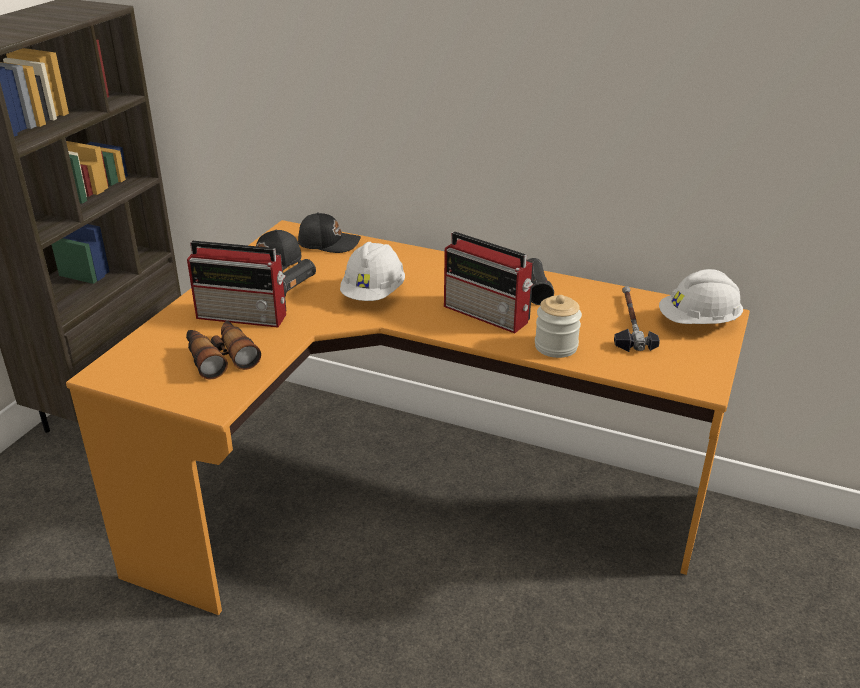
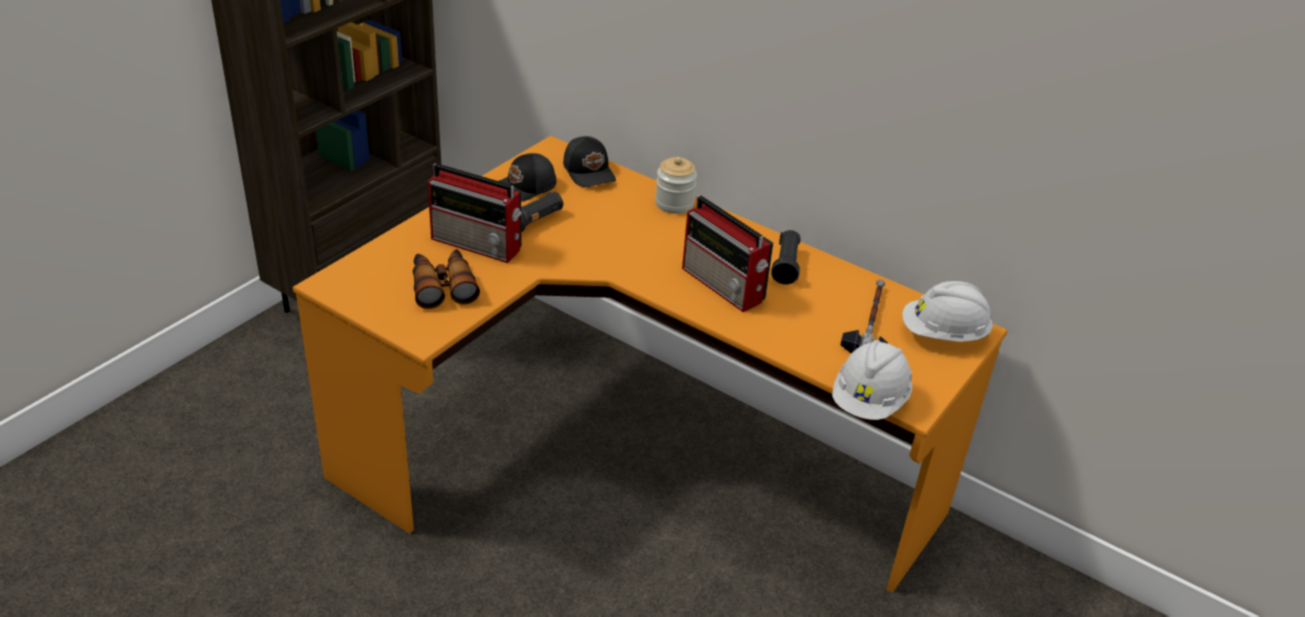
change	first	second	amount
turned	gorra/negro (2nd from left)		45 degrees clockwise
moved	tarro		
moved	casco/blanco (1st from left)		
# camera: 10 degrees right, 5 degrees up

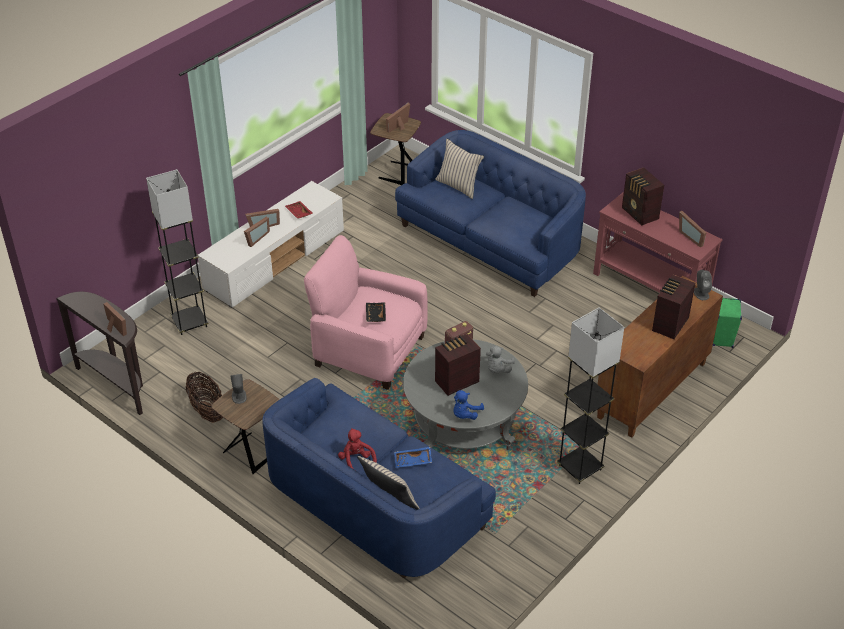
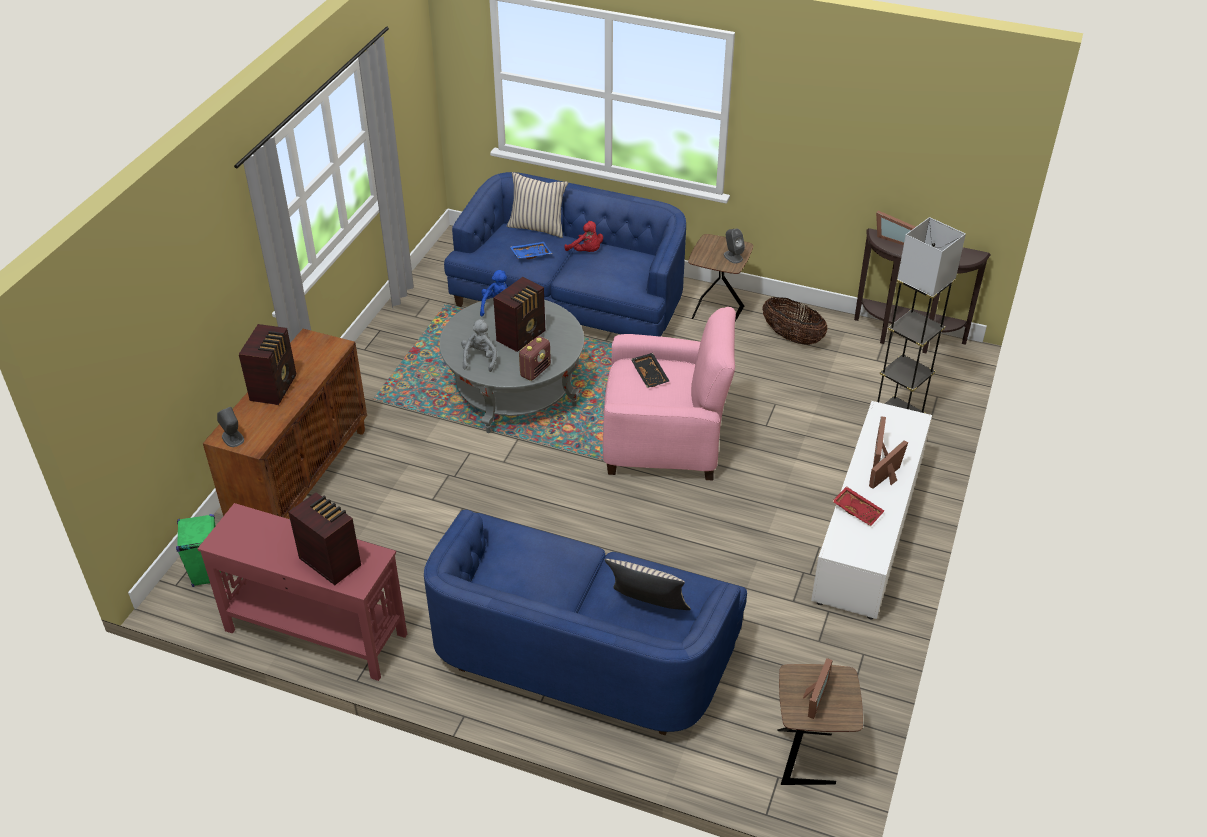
change	first	second	amount
removed	lámpara de pie/gris (2nd from left)		
removed	portarretratos (5th from left)		
# camera: 160 degrees right, 0 degrees up

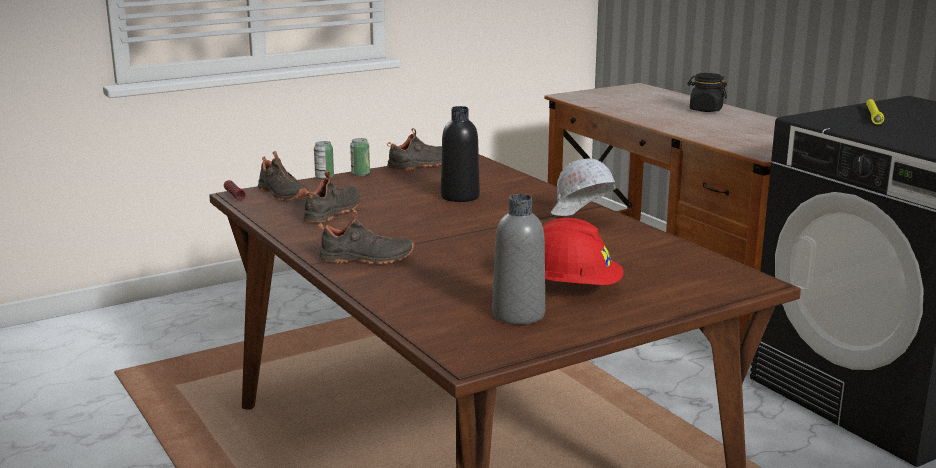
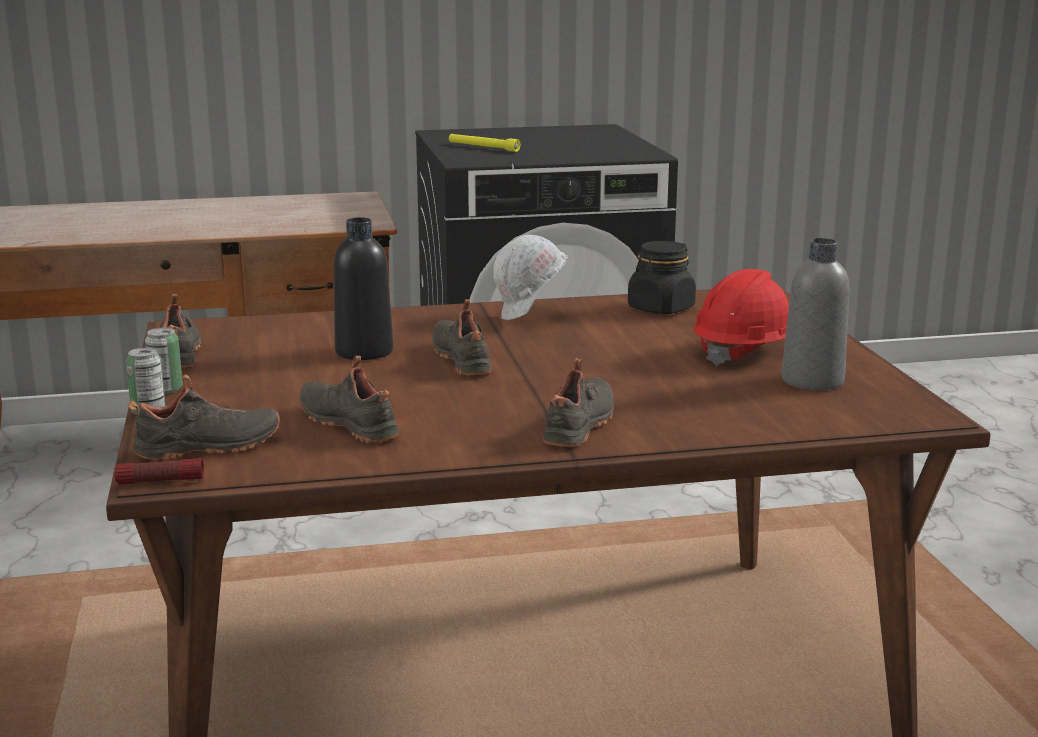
change	first	second	amount
added		zapato/negro (4th from left)	
moved	tarro/negro		
# camera: 70 degrees left, 0 degrees up

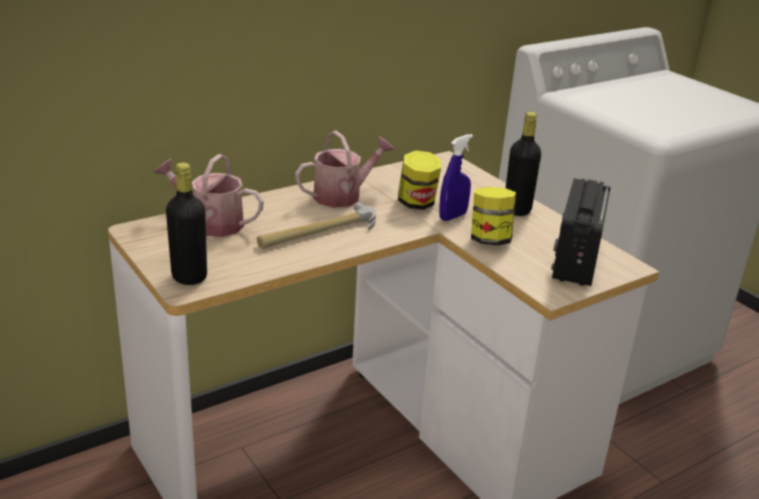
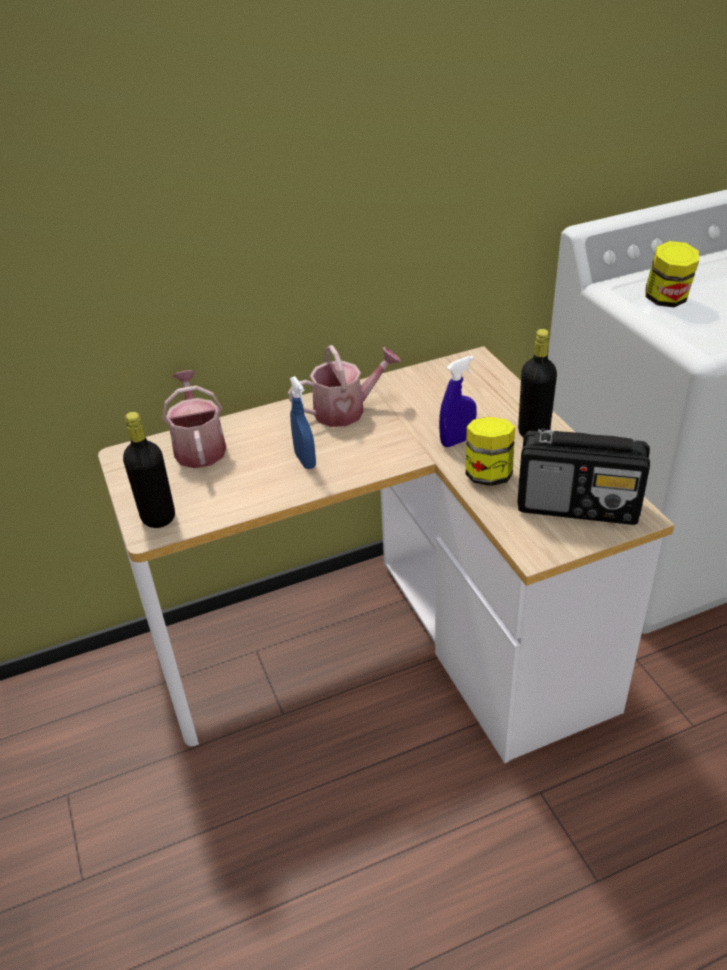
change	first	second	amount
turned	regadera (1st from left)		45 degrees clockwise
replaced	martillo	pulverizador/azul (1st from left)	
turned	radio		105 degrees counterclockwise
moved	tarro (1st from left in the first image)	tarro (2nd from left)	
# camera: 15 degrees right, 10 degrees up

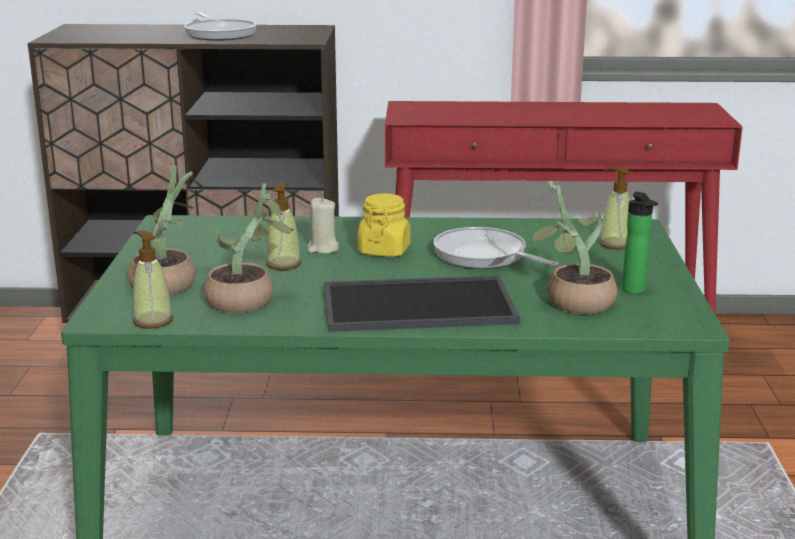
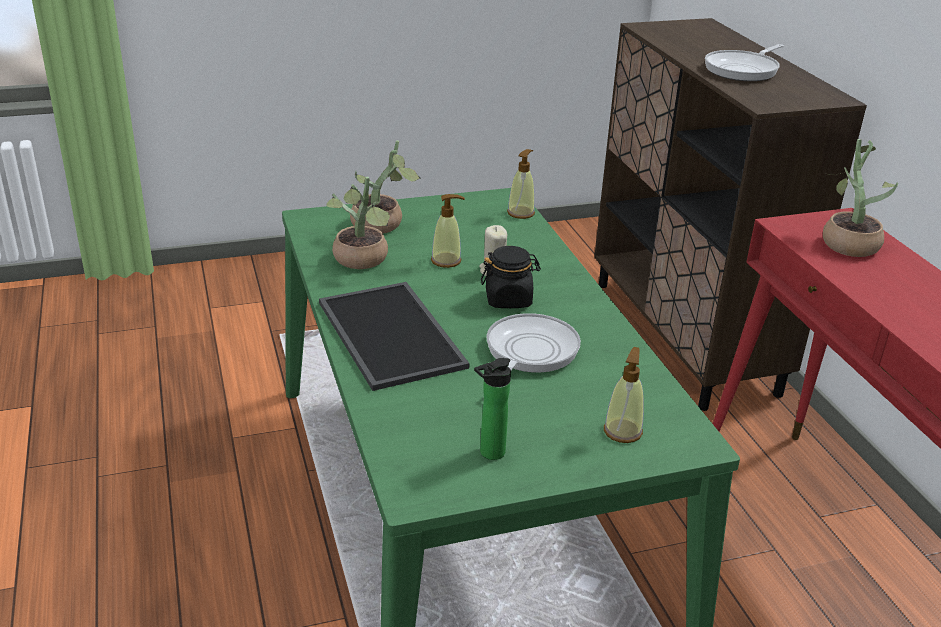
change	first	second	amount
recoloured	tarro/amarillo	tarro/negro	
moved	dispensador de jabón (1st from left in the first image)	dispensador de jabón (2nd from left)	
moved	planta en maceta (3rd from left)		
# camera: 70 degrees right, 10 degrees up

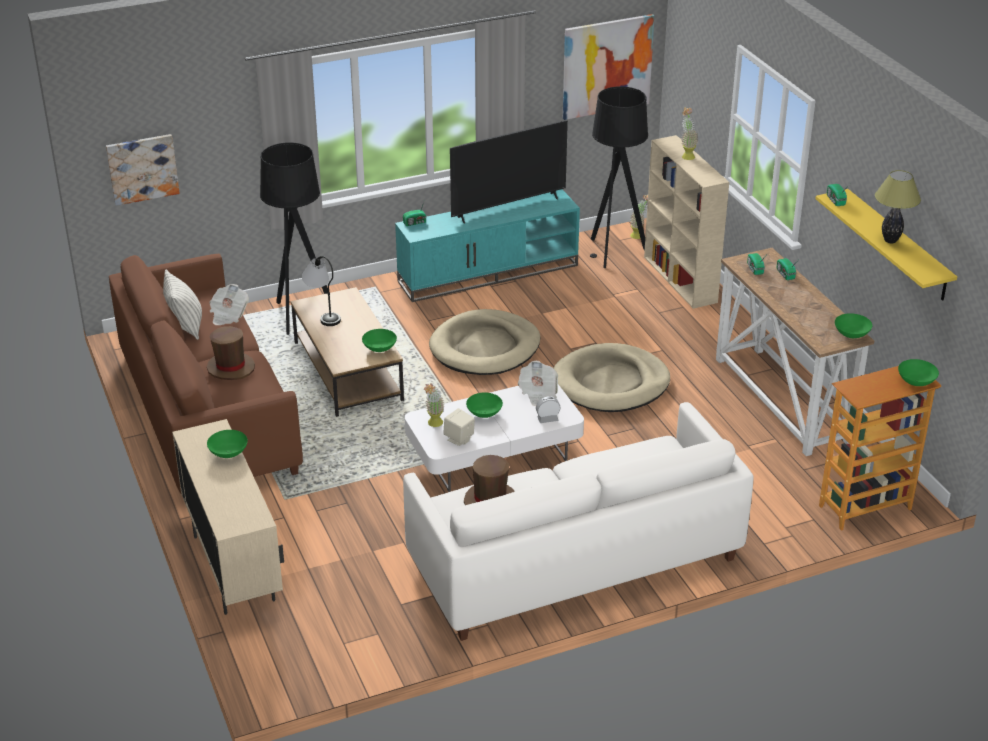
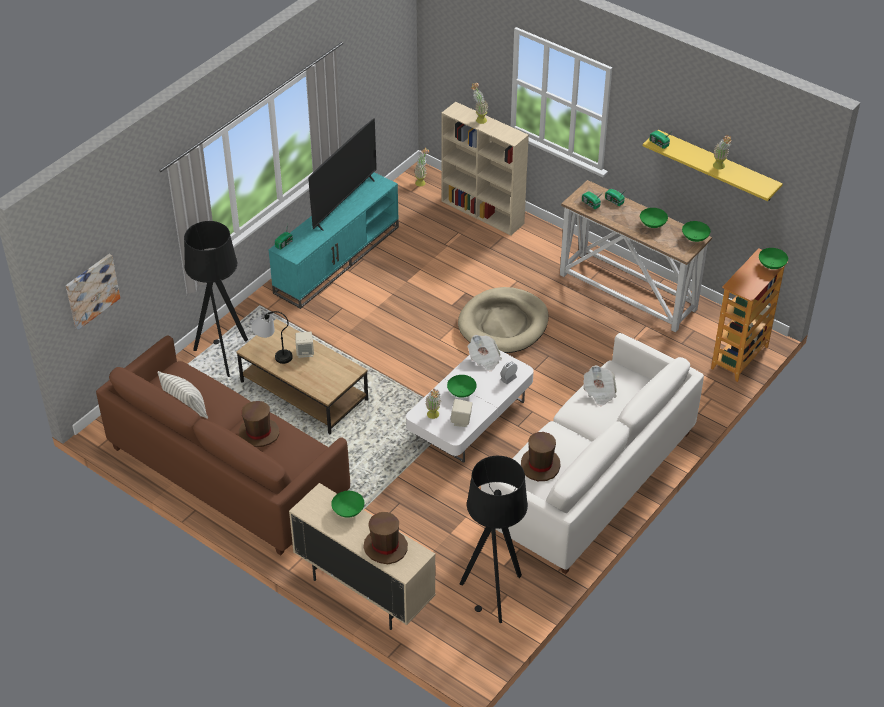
change	first	second	amount
added		altavoz/beis (1st from left)	
added		sombrero/marrón (2nd from left)	
moved	lámpara de pie/negro (2nd from left)		
moved	periódico (1st from left in the first image)	periódico (2nd from left)	
moved	cuenco/verde (2nd from left in the first image)	cuenco/verde (3rd from left)	
replaced	lámpara de mesa (2nd from left)	planta en maceta (4th from left)	
removed	cama para perro/beis (1st from left)		
removed	cuadro (2nd from left)		
# camera: 30 degrees left, 10 degrees up

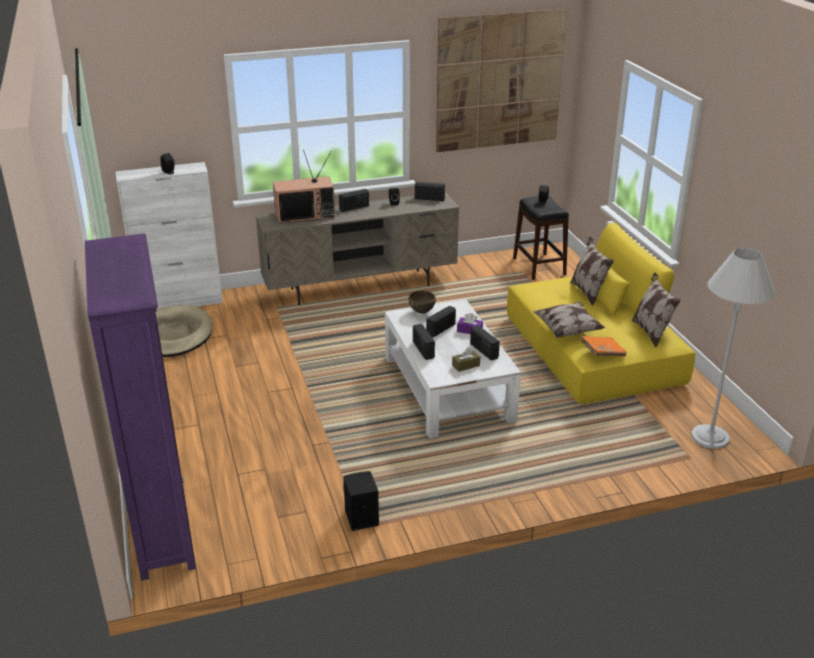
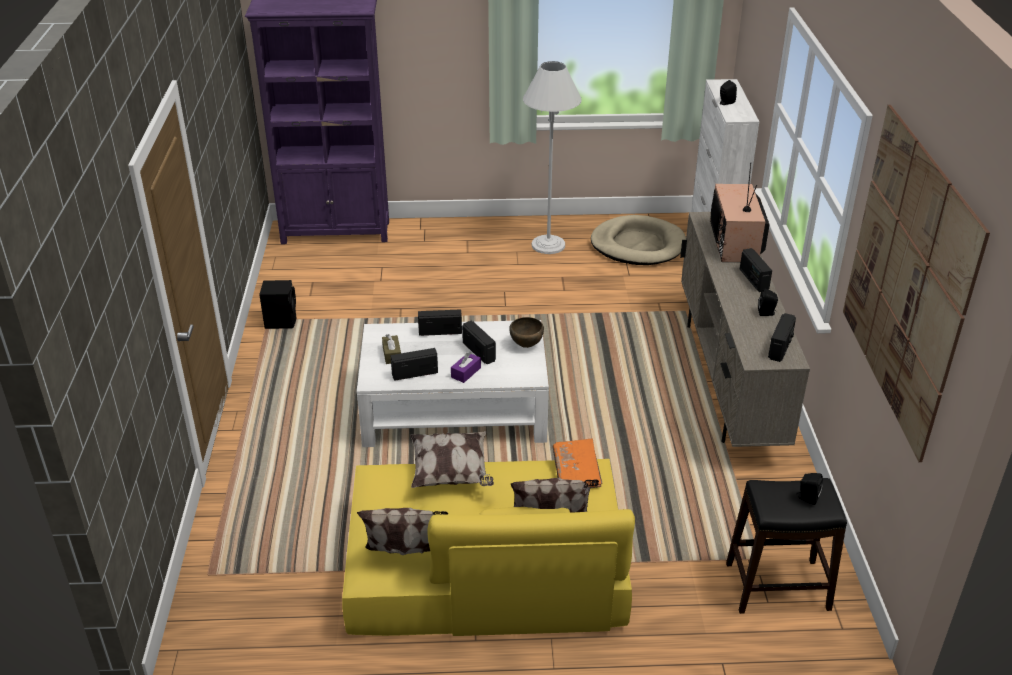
change	first	second	amount
moved	lámpara de pie/blanco		
moved	libro/naranja		
# camera: 105 degrees right, 5 degrees up

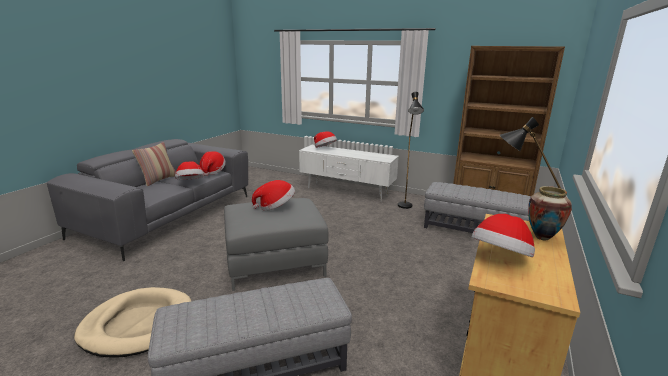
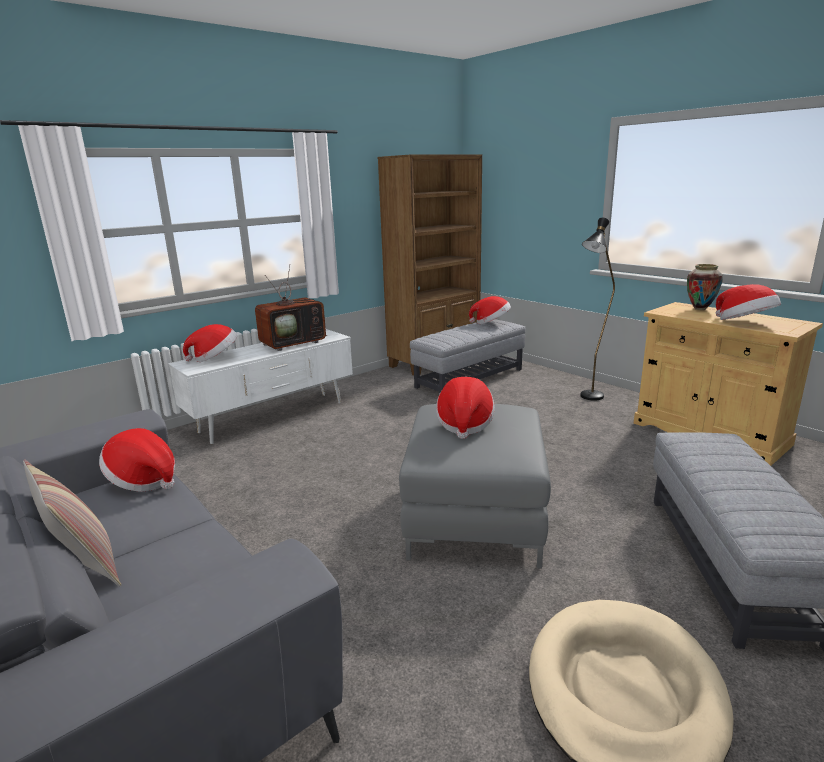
change	first	second	amount
added		televisor	
moved	sombrero (1st from left in the first image)	sombrero (4th from left)	
removed	lámpara de pie/negro (1st from left)		
# camera: 65 degrees left, 0 degrees up

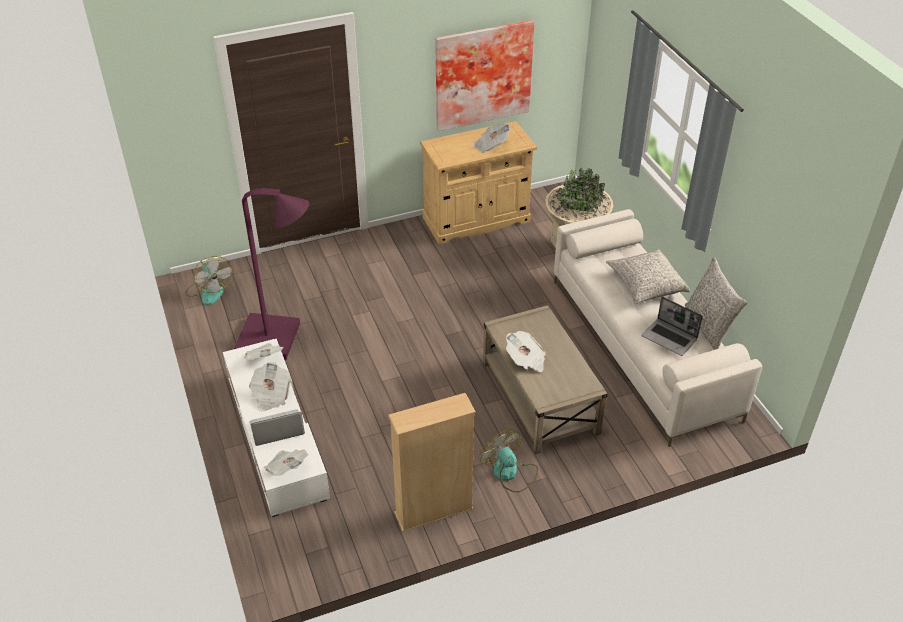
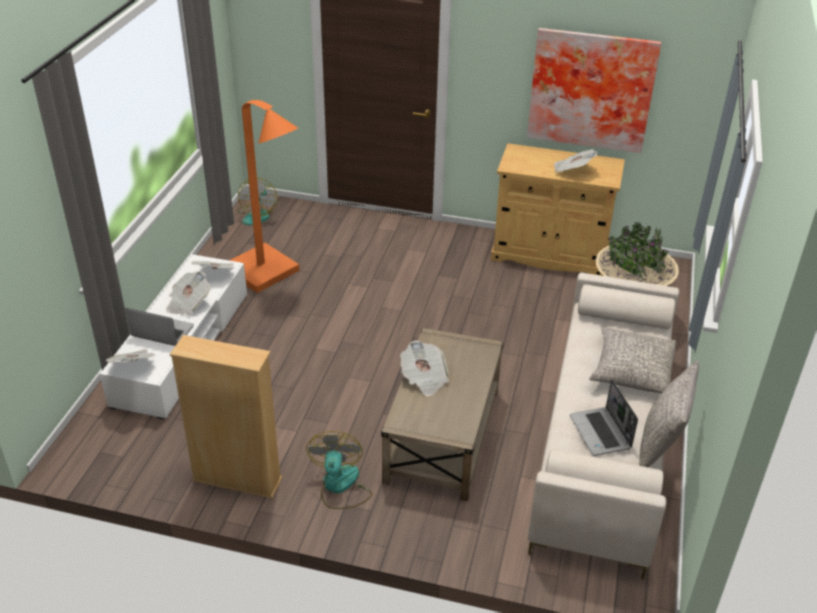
change	first	second	amount
recoloured	lámpara de pie/morado	lámpara de pie/naranja	
# camera: 35 degrees right, 5 degrees down

